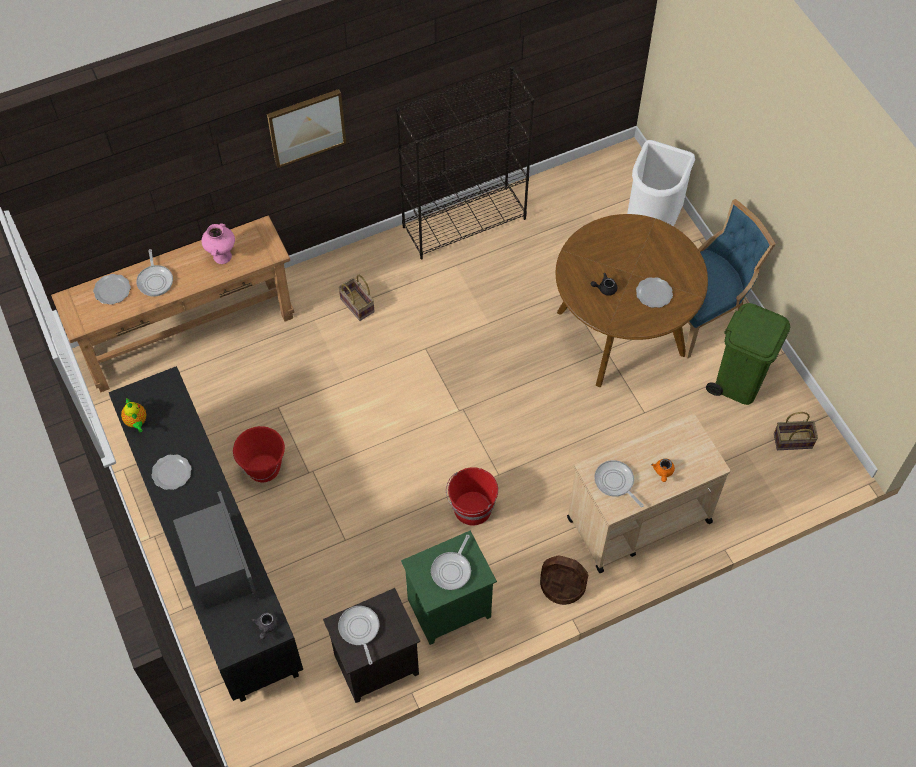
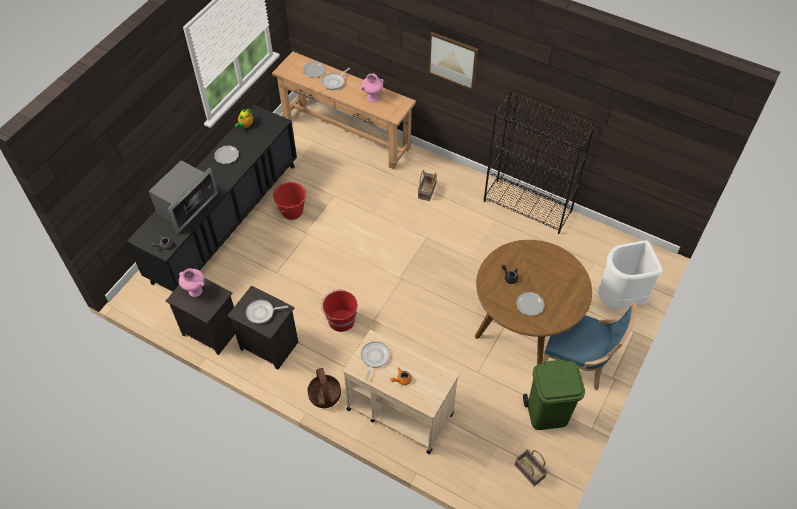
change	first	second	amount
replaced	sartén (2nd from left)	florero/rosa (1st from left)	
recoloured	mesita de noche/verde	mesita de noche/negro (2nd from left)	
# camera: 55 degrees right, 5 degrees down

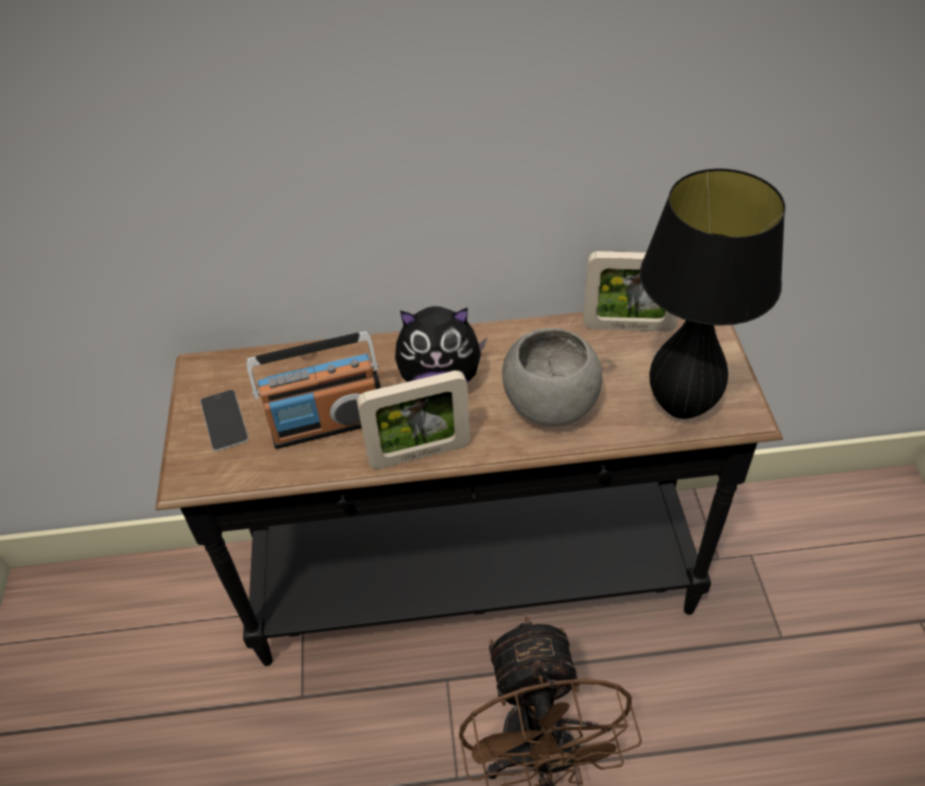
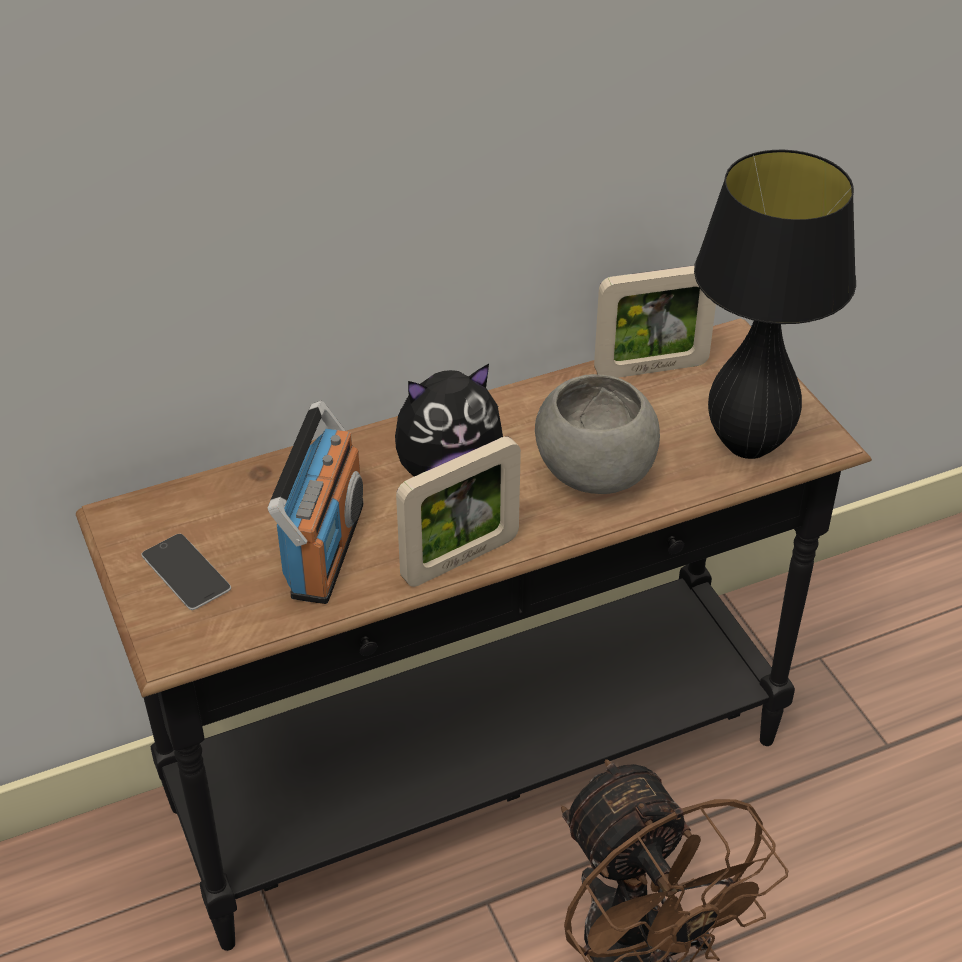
change	first	second	amount
turned	radio		45 degrees counterclockwise
# camera: 20 degrees left, 5 degrees down

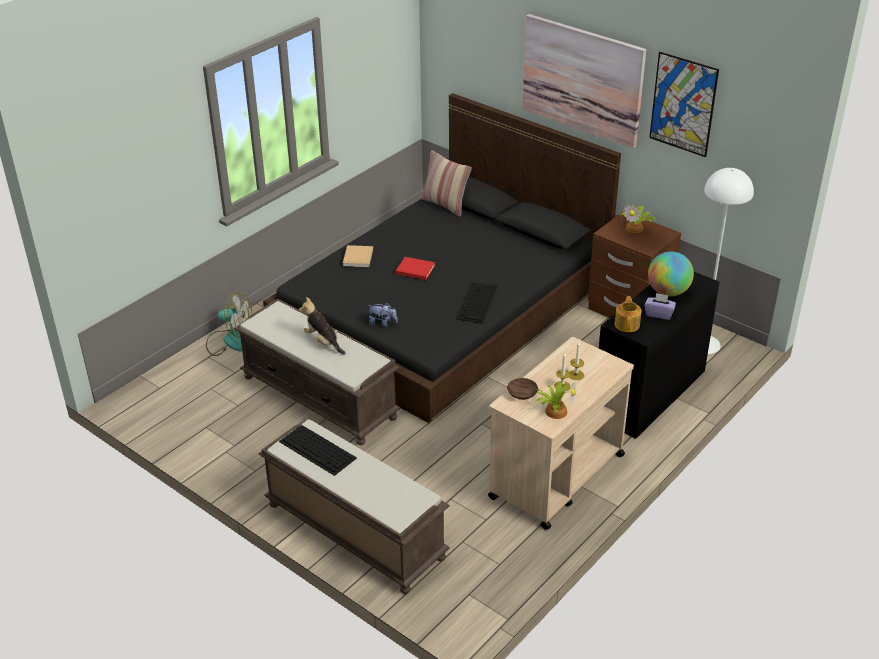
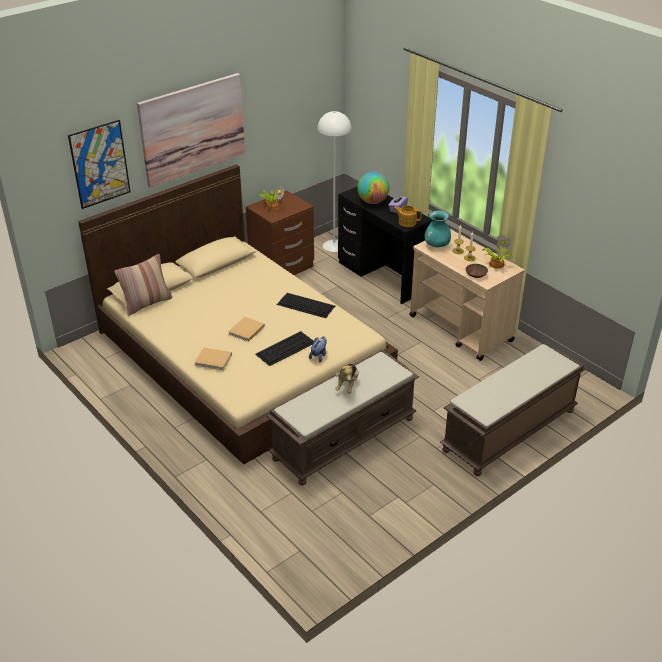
change	first	second	amount
moved	cuadro (2nd from left in the first image)	cuadro (1st from left)	
recoloured	cama/negro	cama/beis	
recoloured	libro/rojo	libro/beis (2nd from left)	
moved	teclado (1st from left)		
turned	peluche (1st from left in the first image)	peluche (2nd from left)	45 degrees counterclockwise
added		florero/turquesa	
removed	ventilador		
# camera: 80 degrees left, 0 degrees up

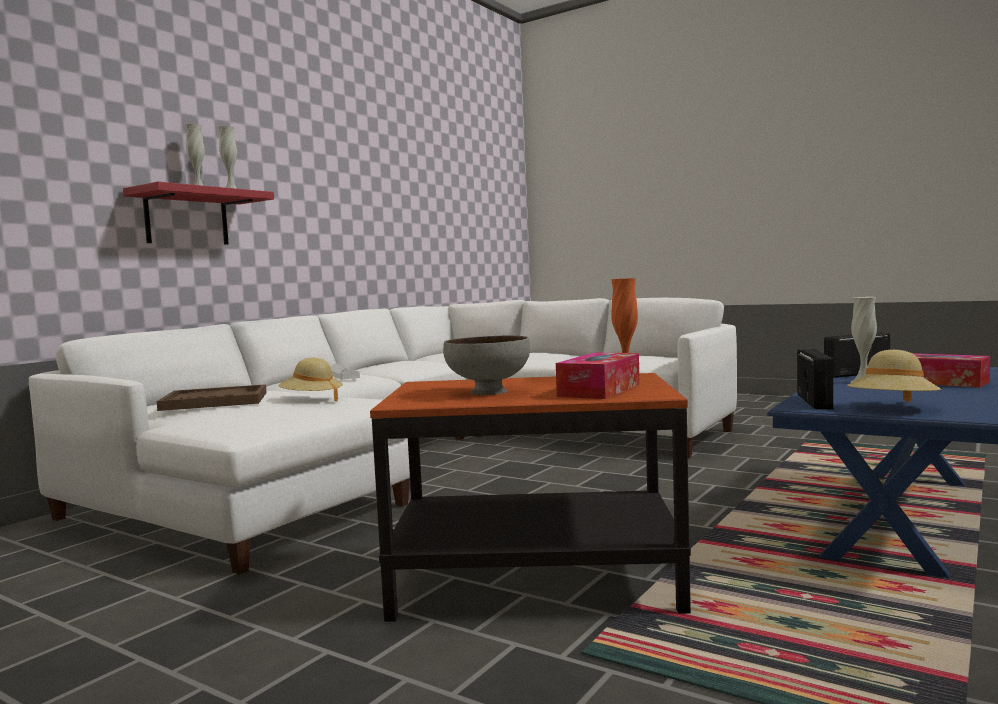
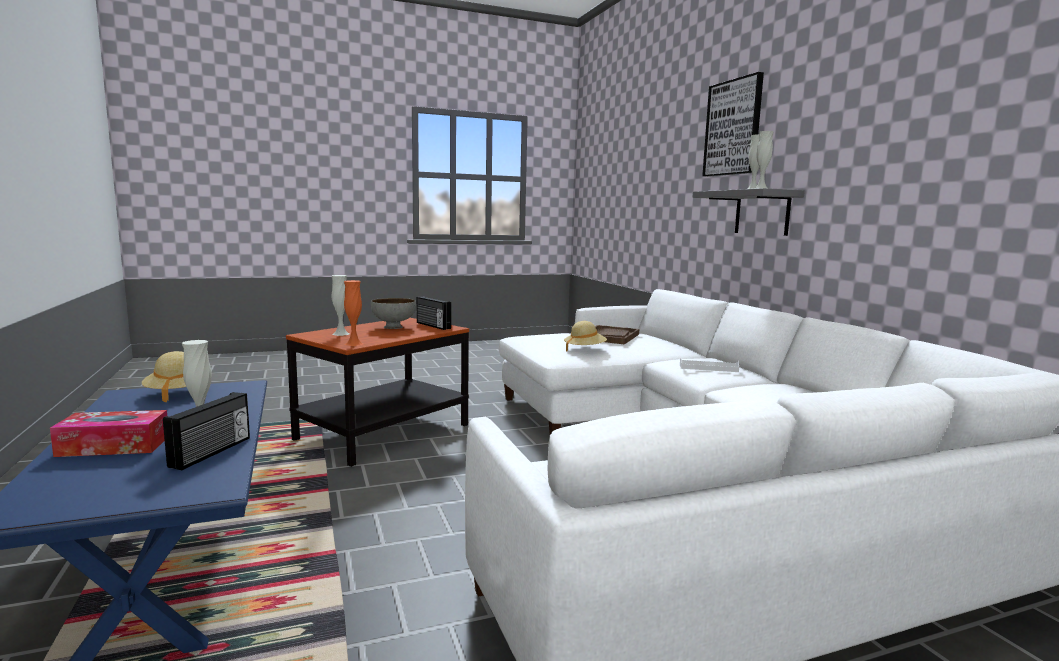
change	first	second	amount
replaced	caja de pañuelos (1st from left)	florero/blanco (2nd from left)	
moved	radio (1st from left in the first image)	radio (2nd from left)	
recoloured	estante/rojo	estante/gris	
added		cuadro	
# camera: 125 degrees right, 5 degrees up

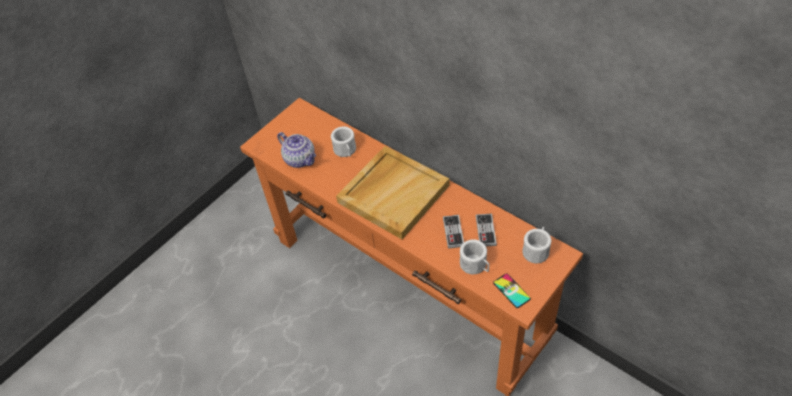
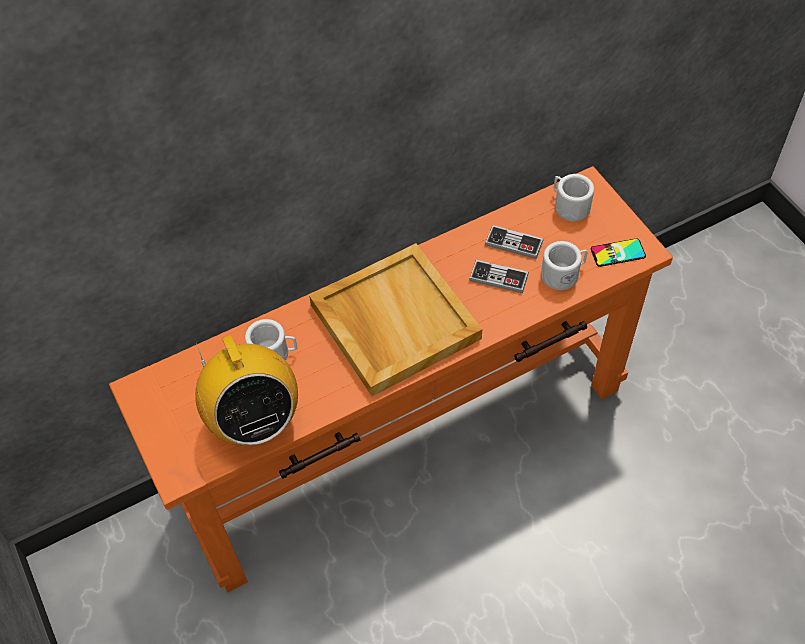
change	first	second	amount
replaced	tetera	radio	
# camera: 70 degrees left, 5 degrees up

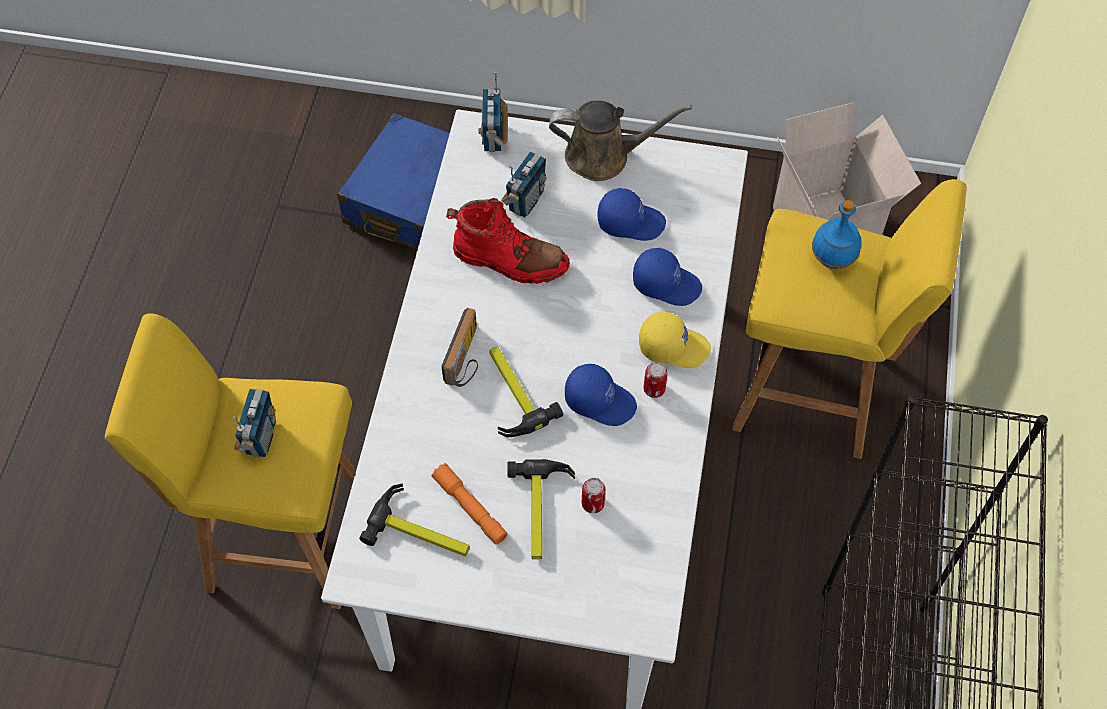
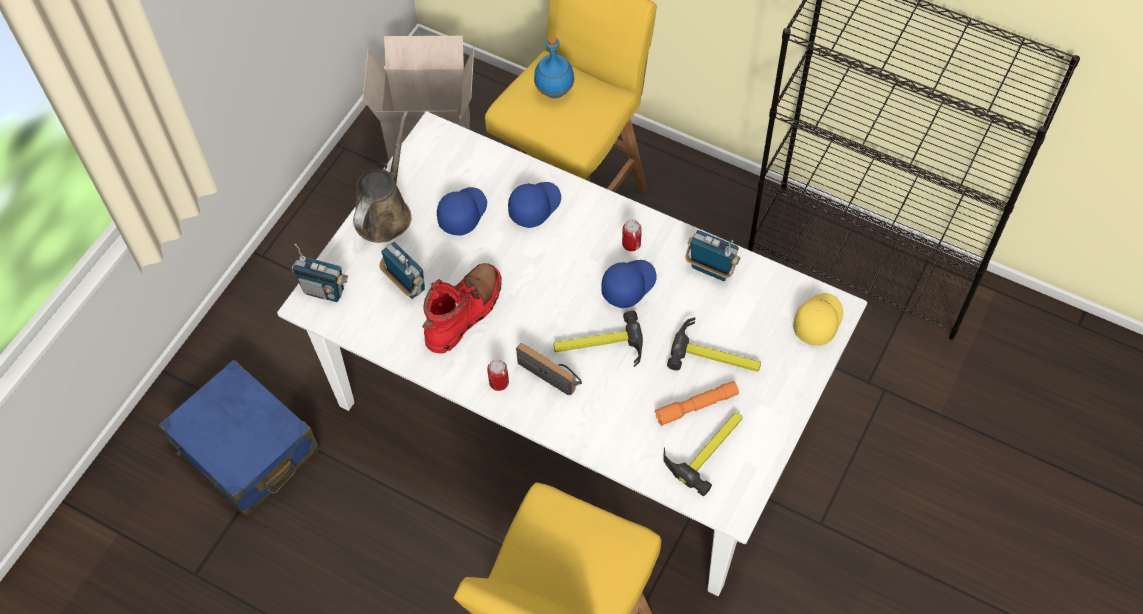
change	first	second	amount
moved	lata (1st from left)		
moved	radio (1st from left in the first image)	radio (4th from left)	
moved	gorra/amarillo		
# camera: 70 degrees left, 0 degrees up

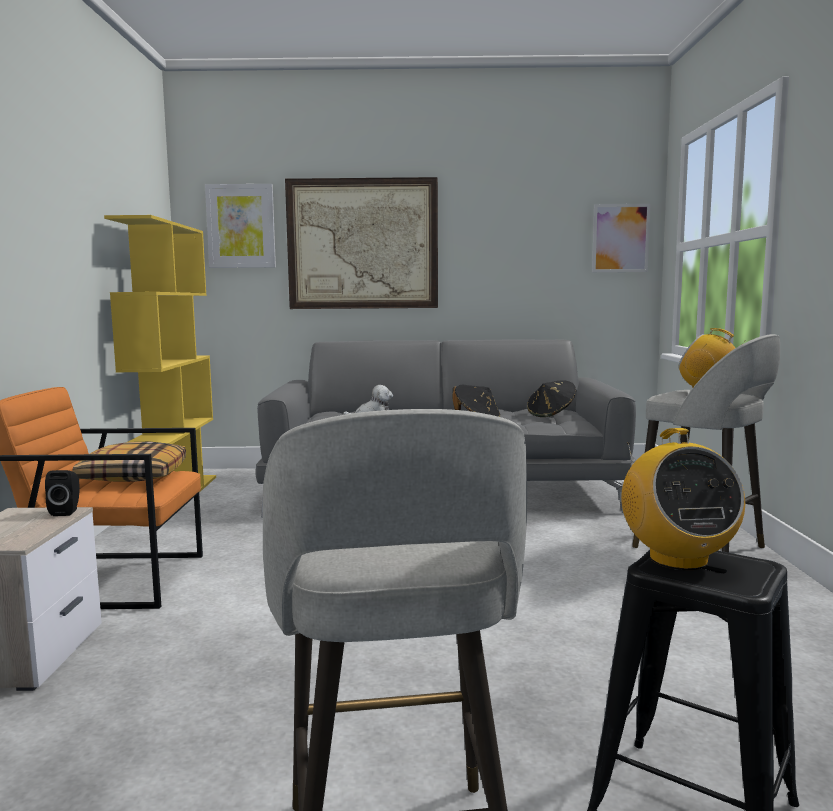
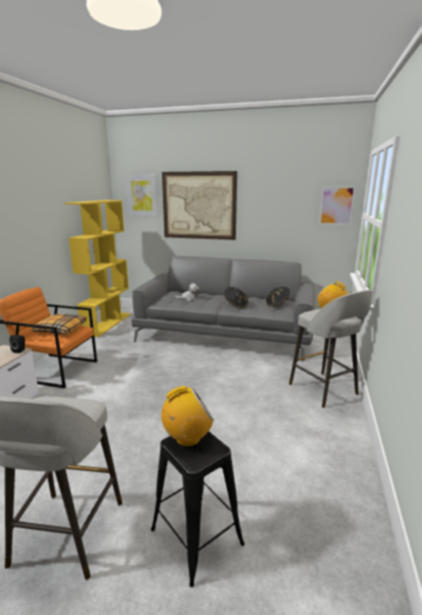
change	first	second	amount
turned	radio (1st from left)		120 degrees counterclockwise
# camera: 15 degrees right, 10 degrees up

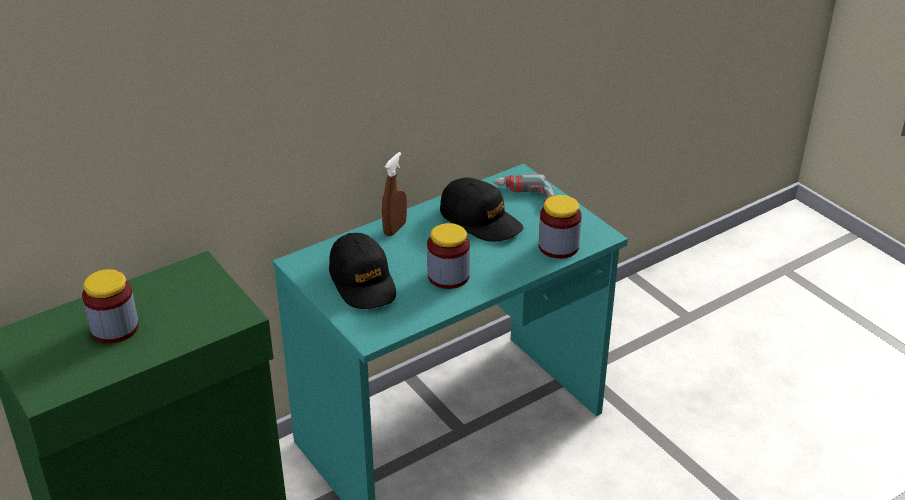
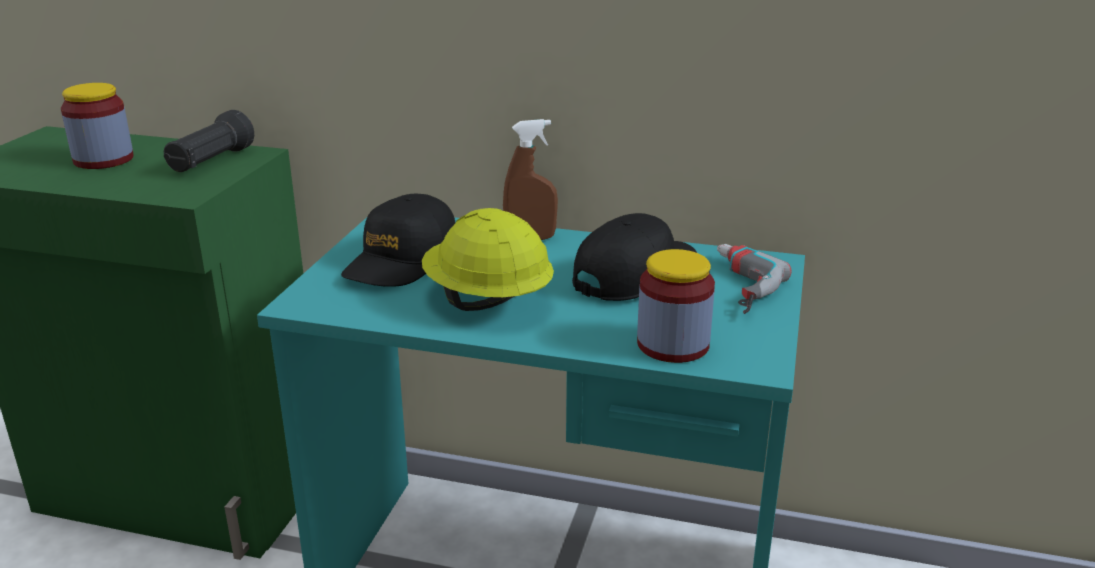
change	first	second	amount
added		linterna/negro	
replaced	tarro (2nd from left)	casco/amarillo	
turned	gorra/negro (2nd from left)		135 degrees counterclockwise
# camera: 50 degrees right, 10 degrees down

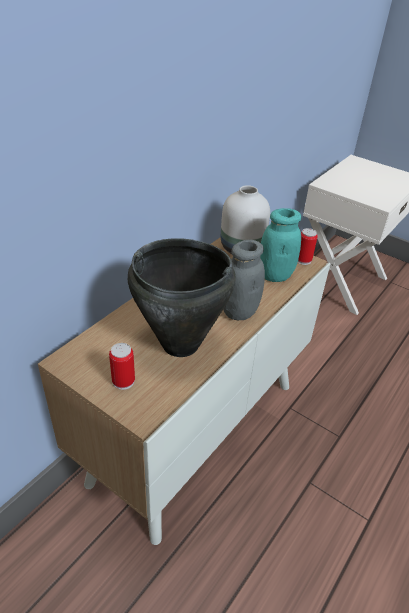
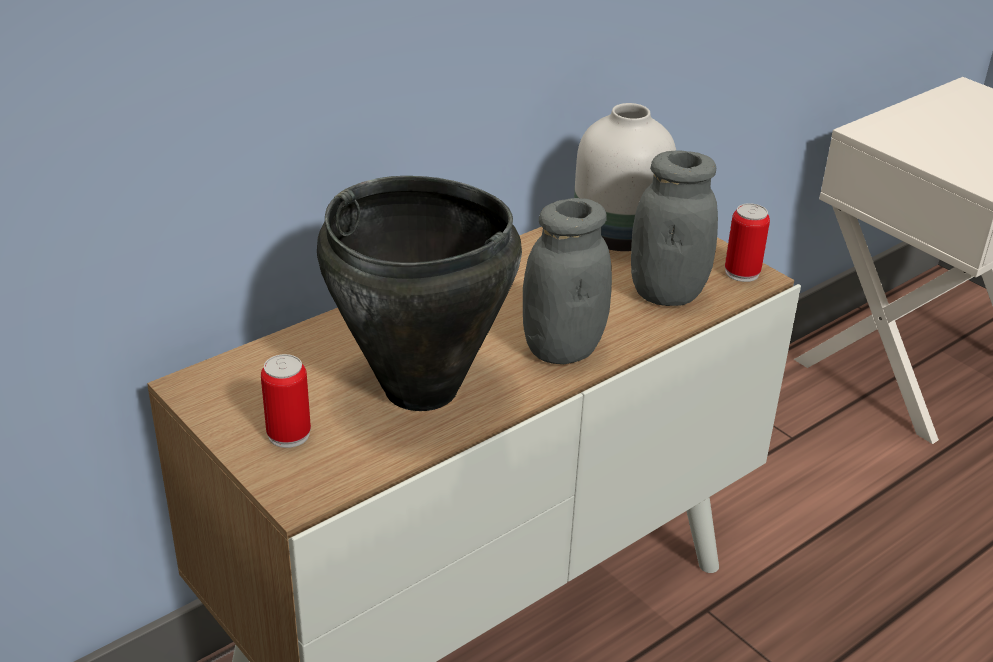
change	first	second	amount
recoloured	tarro/turquesa	tarro/gris (2nd from left)	
# camera: 15 degrees right, 5 degrees down

